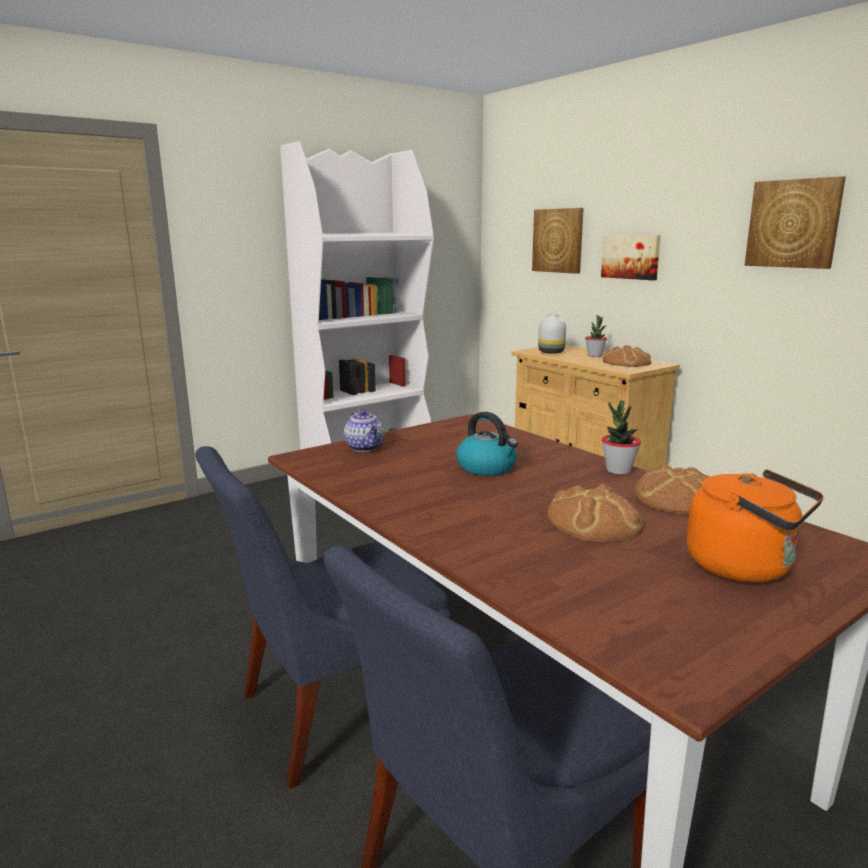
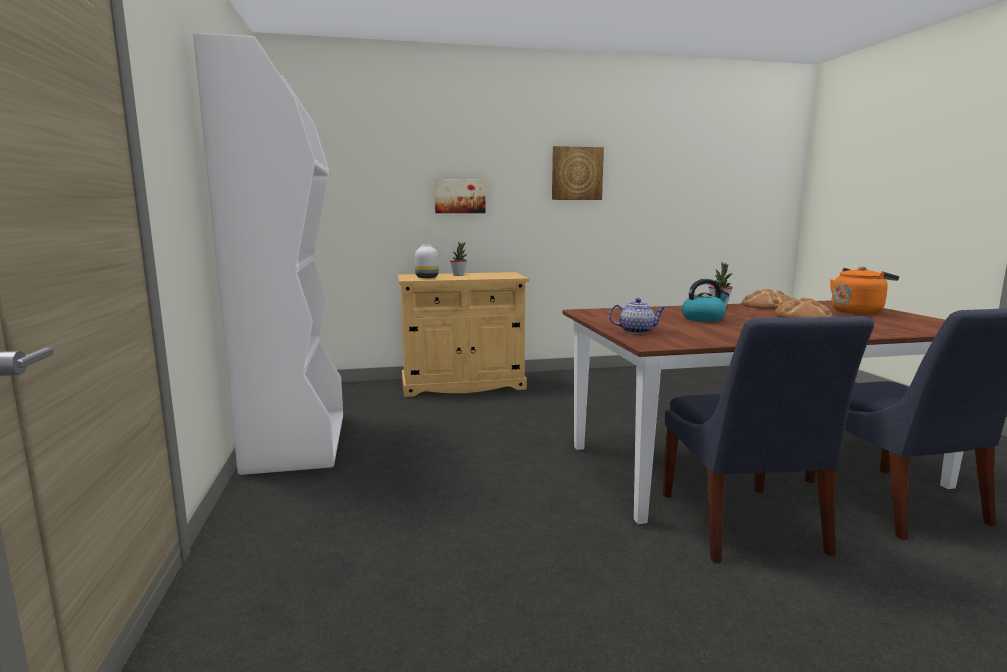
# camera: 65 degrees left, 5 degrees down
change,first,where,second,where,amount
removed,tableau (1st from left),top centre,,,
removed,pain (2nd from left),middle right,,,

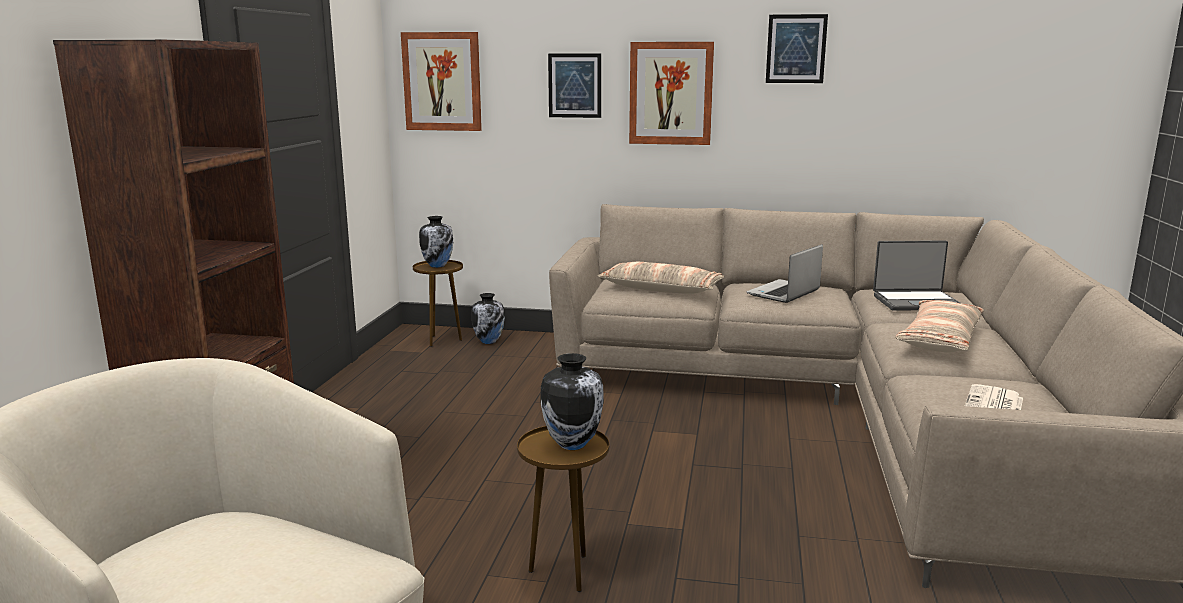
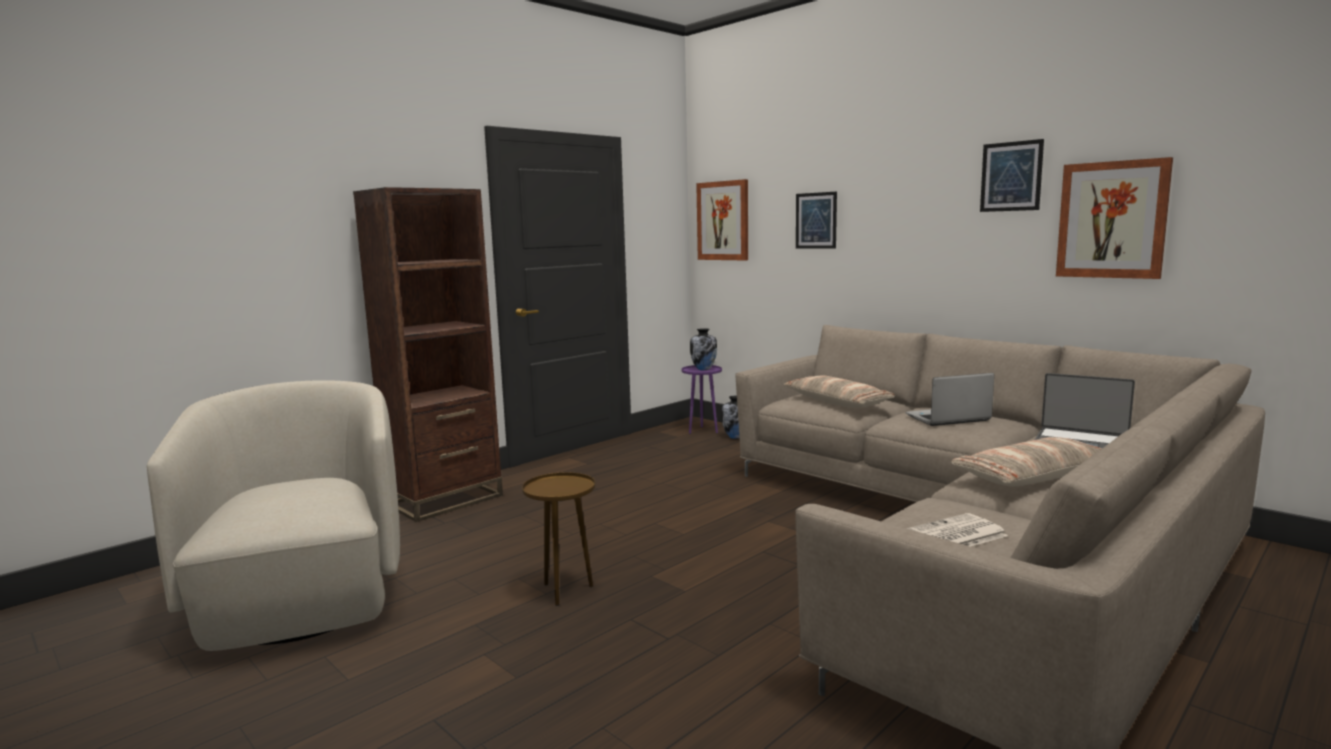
# camera: 35 degrees right, 5 degrees down
change,first,where,second,where,amount
removed,vase (3rd from left),centre,,,
moved,tableau (3rd from left in the first image),top centre,tableau (4th from left),top right,
recoloured,table d'appoint (marron) (1st from left),centre,table d'appoint (violet),centre,

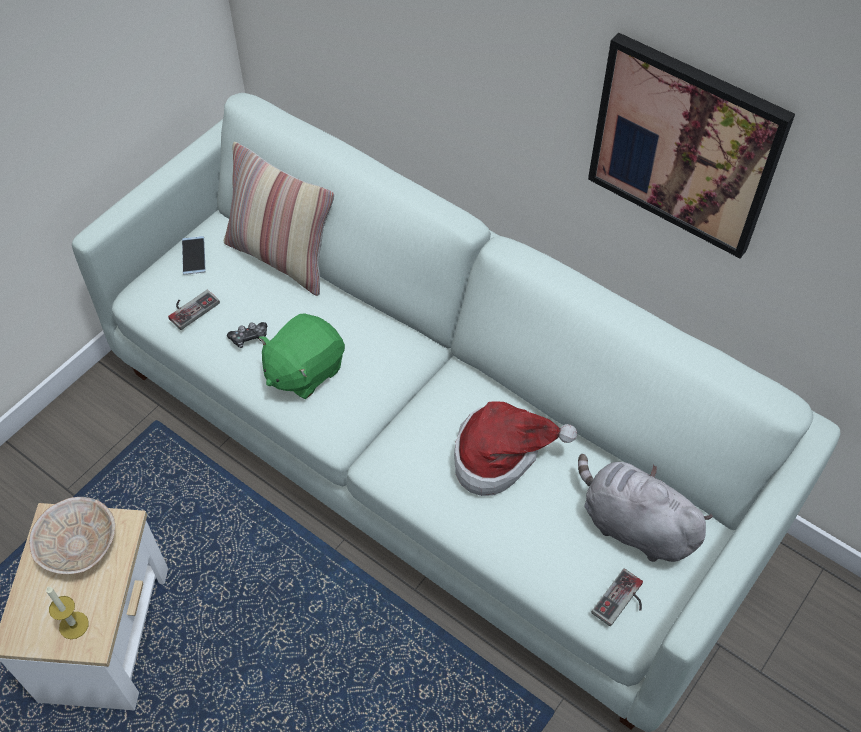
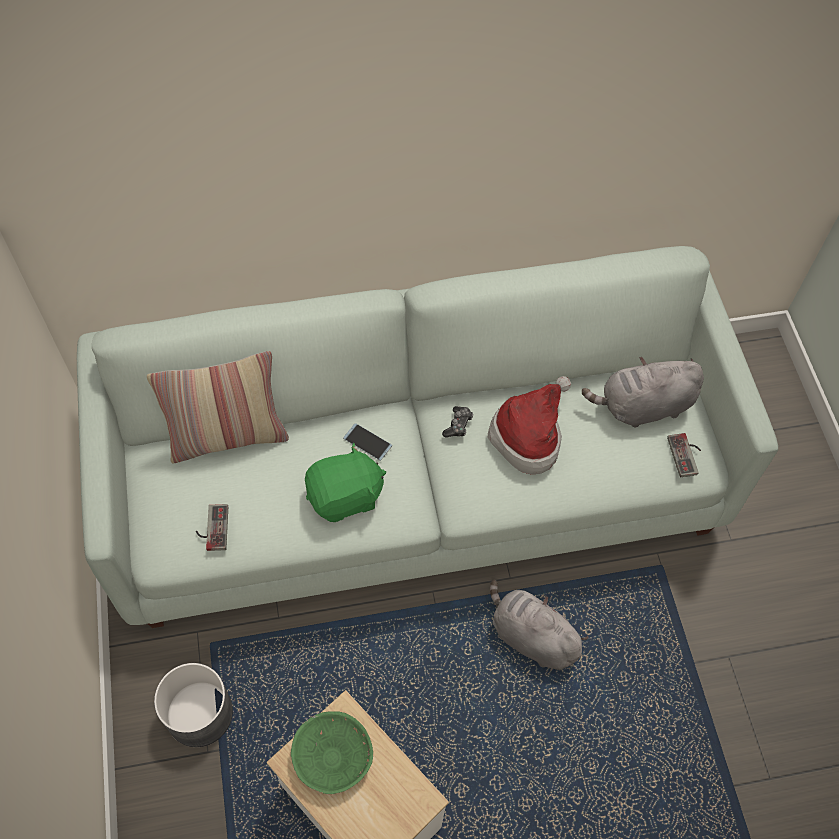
# camera: 50 degrees left, 5 degrees up
change,first,where,second,where,amount
removed,bougie,bottom left,,,
removed,tableau,top right,,,
added,,,cache-pot (gris),bottom left,
added,,,peluche (gris) (1st from left),bottom centre,
moved,téléphone,middle left,,centre,
moved,manette (2nd from left),middle left,,centre,
recoloured,bol (beige),bottom left,bol (vert),bottom centre,
turned,peluche (vert),centre,,centre,105 degrees counterclockwise

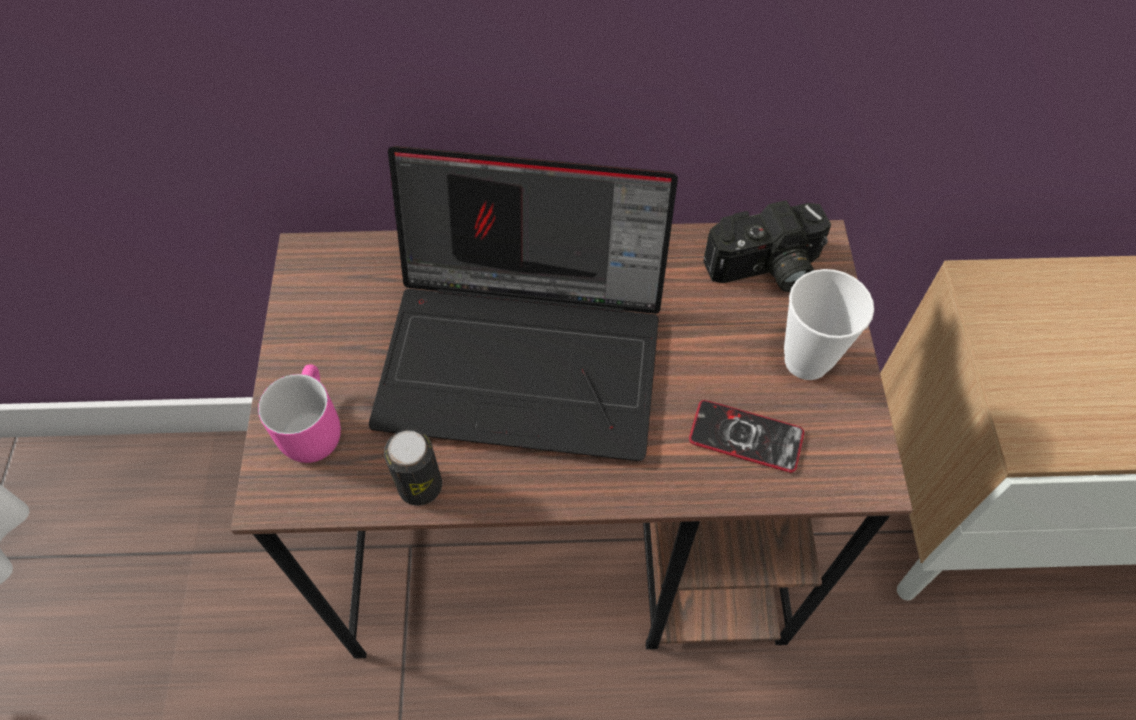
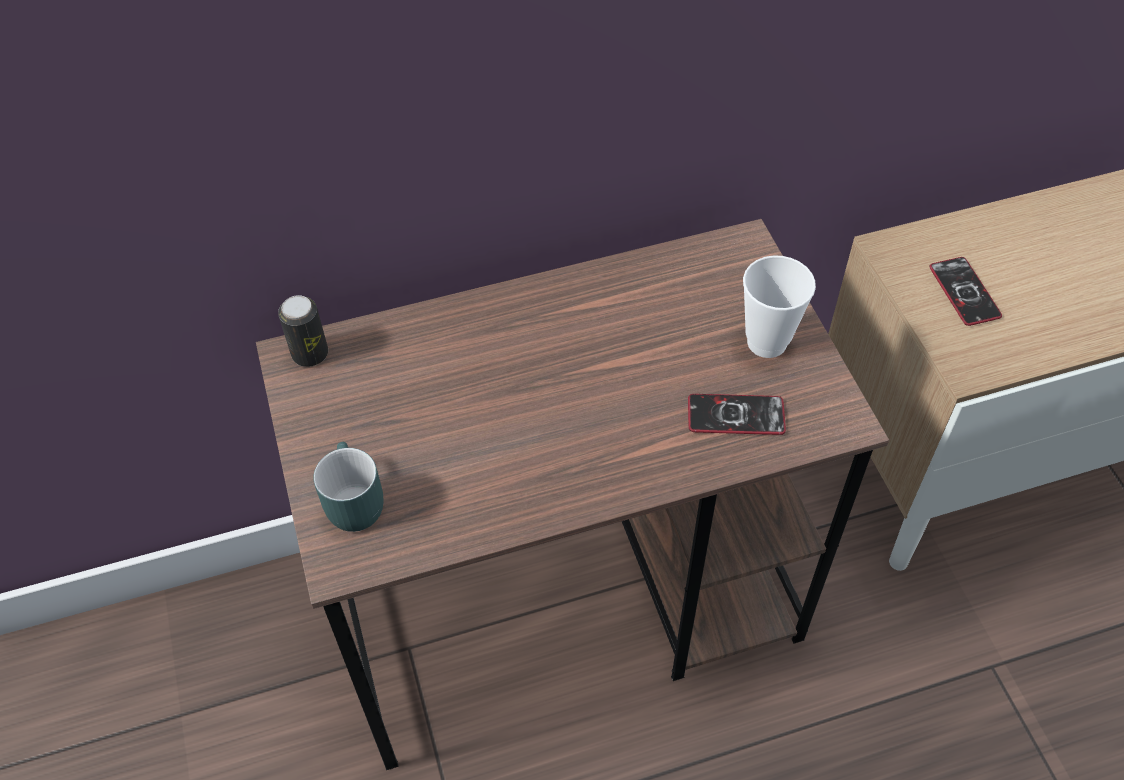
# camera: 15 degrees left, 5 degrees down
change,first,where,second,where,amount
removed,ordinateur portable,centre,,,
removed,appareil photo,middle right,,,
added,,,téléphone (2nd from left),middle right,
moved,boîte métallique,centre,,middle left,
recoloured,mug (rose),middle left,mug (turquoise),middle left,

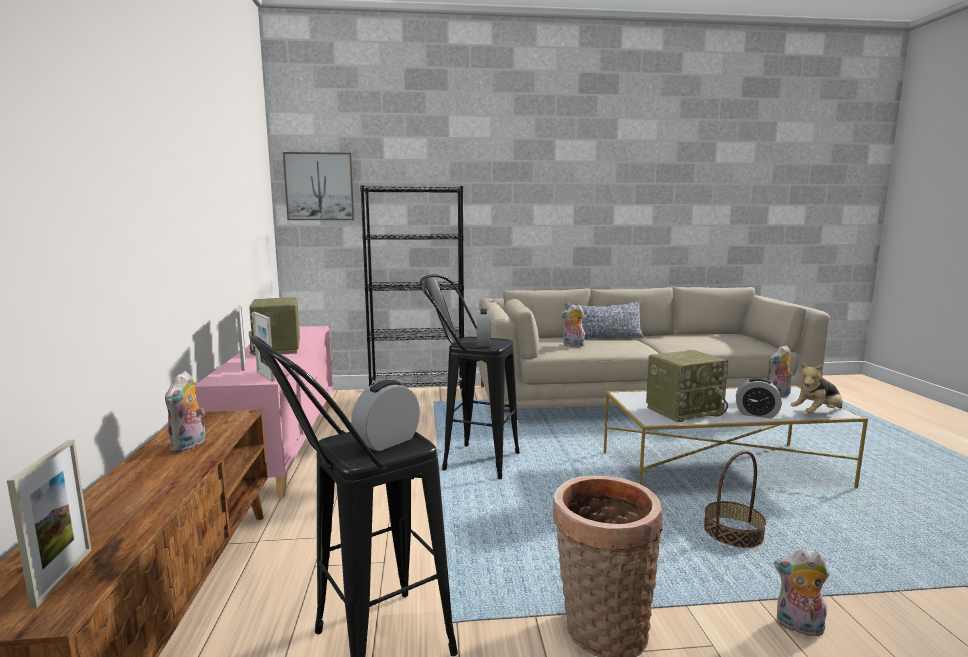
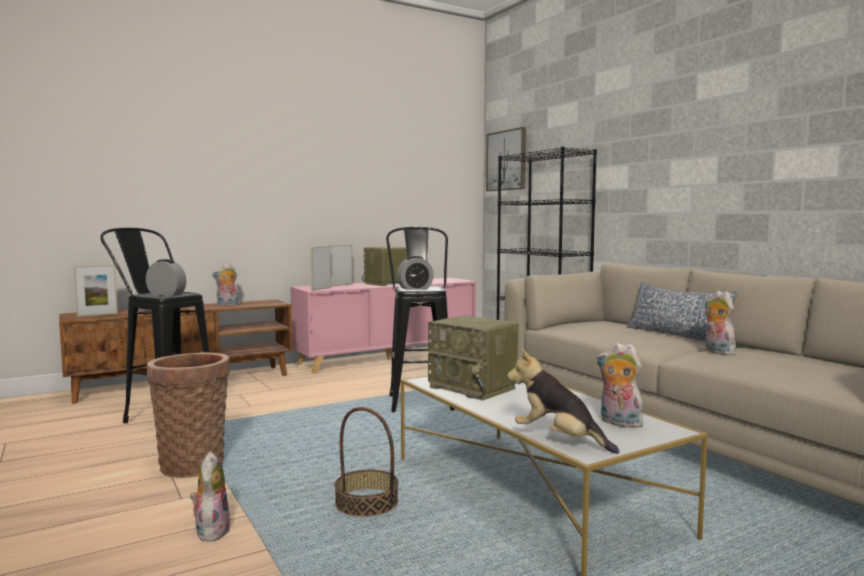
# camera: 65 degrees right, 5 degrees down
change,first,where,second,where,amount
removed,réveil (3rd from left),middle right,,,
moved,peluche (2nd from left in the first image),centre,peluche (5th from left),middle right,

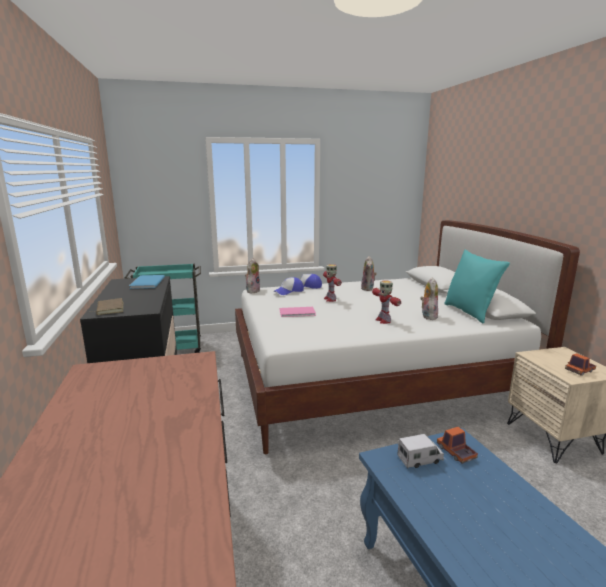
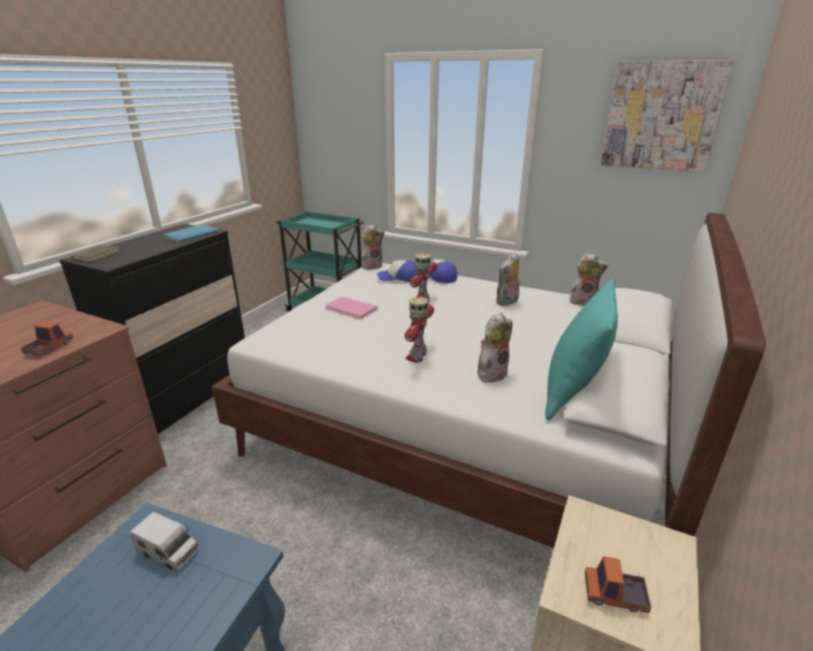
# camera: 40 degrees right, 10 degrees up
change,first,where,second,where,amount
added,,,peluche (4th from left),middle right,
added,,,tableau,top right,
moved,camion jouet (2nd from left in the first image),bottom right,camion jouet (1st from left),middle left,

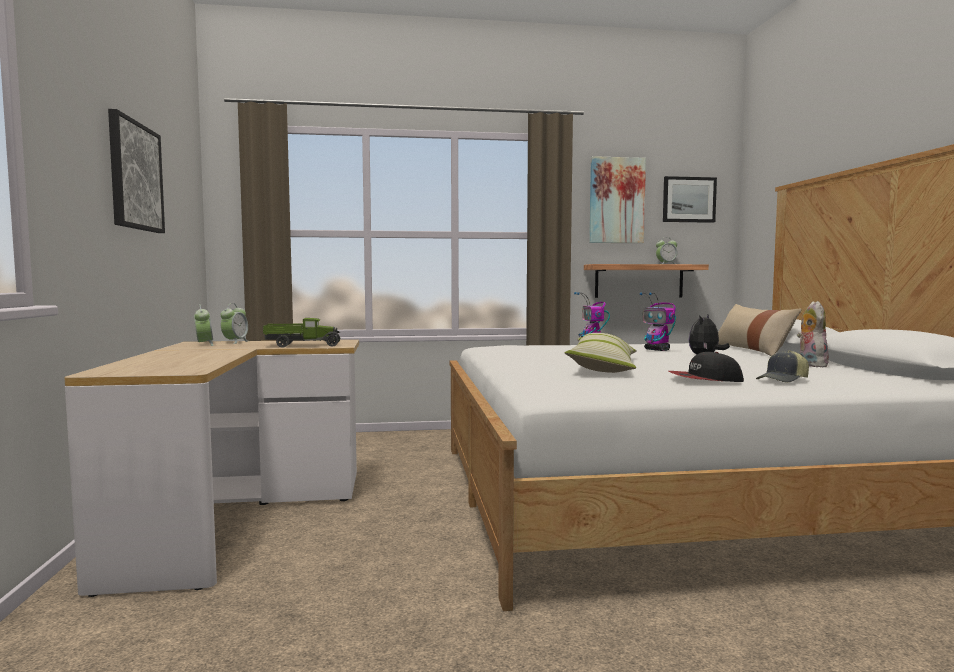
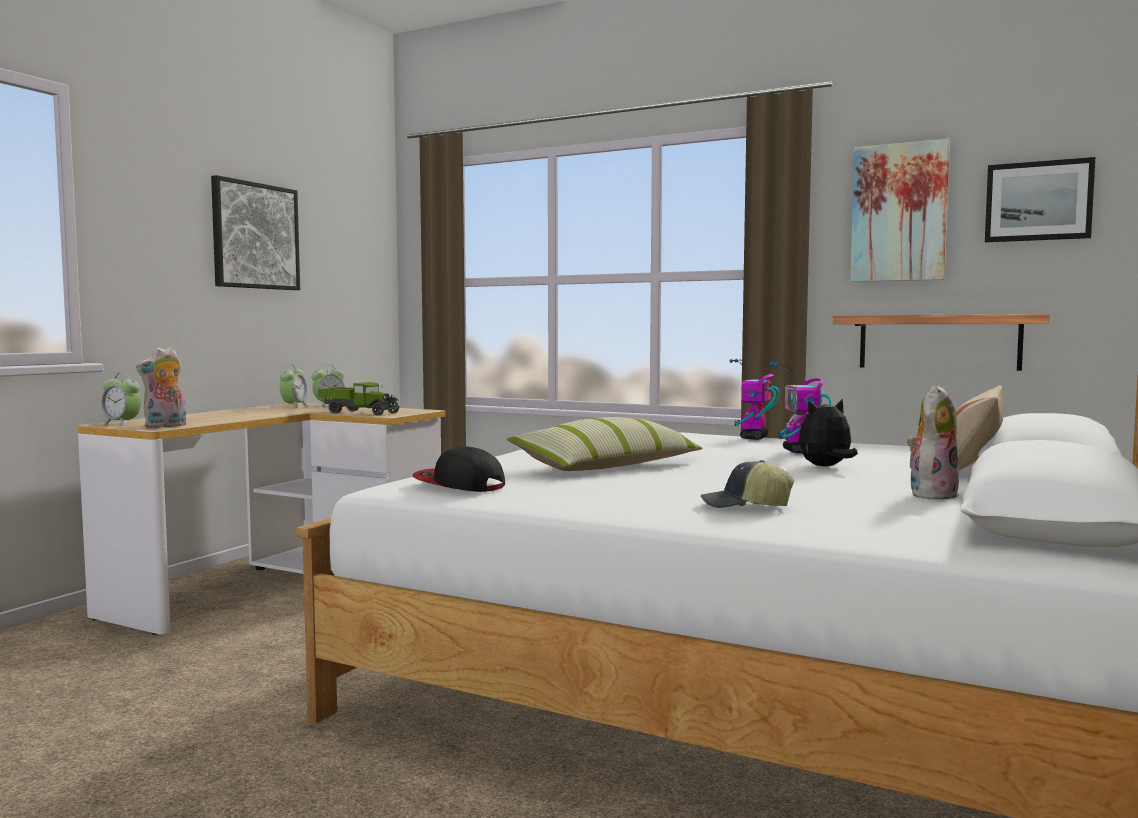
# camera: 35 degrees right, 0 degrees up
change,first,where,second,where,amount
added,,,peluche (1st from left),middle left,
moved,réveil (3rd from left in the first image),middle right,réveil (1st from left),middle left,
moved,casquette (1st from left),middle right,,centre,

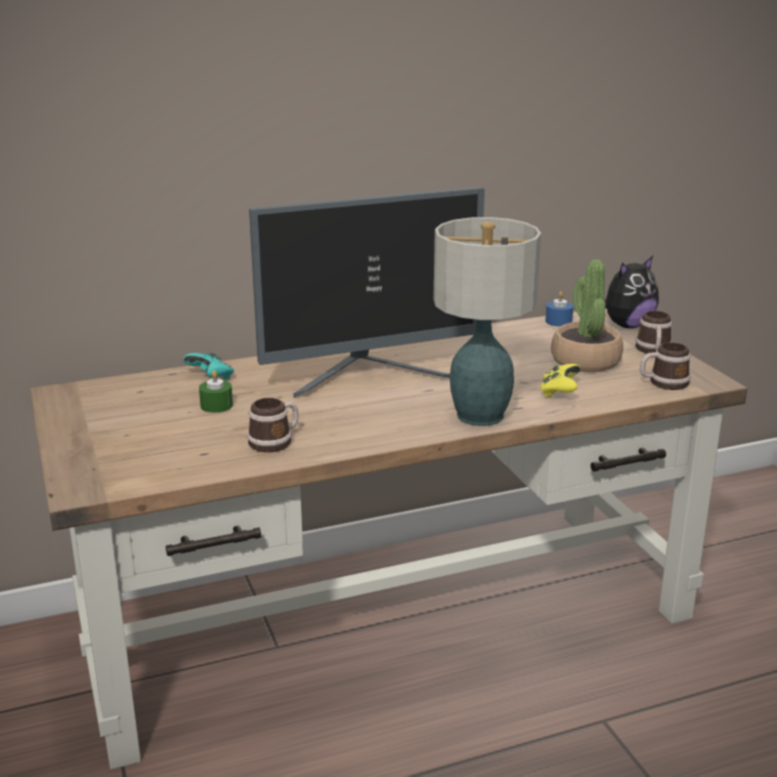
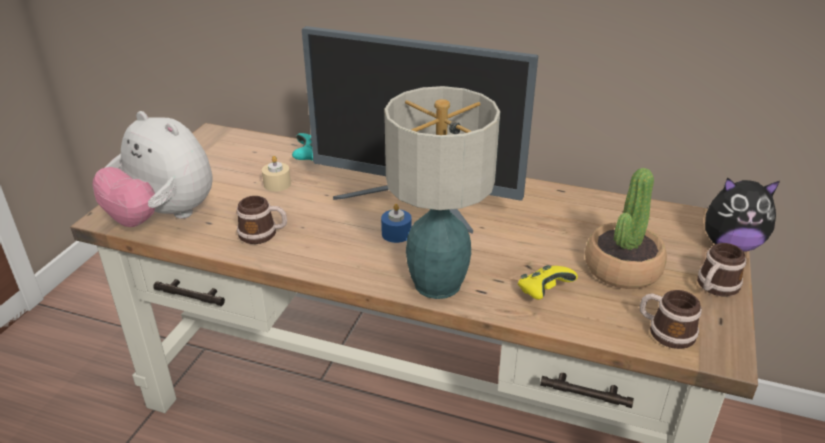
# camera: 40 degrees right, 10 degrees up
change,first,where,second,where,amount
added,,,peluche (1st from left),middle left,
moved,bougie (bleu),middle right,,centre,
recoloured,bougie (vert),middle left,bougie (beige),centre,

